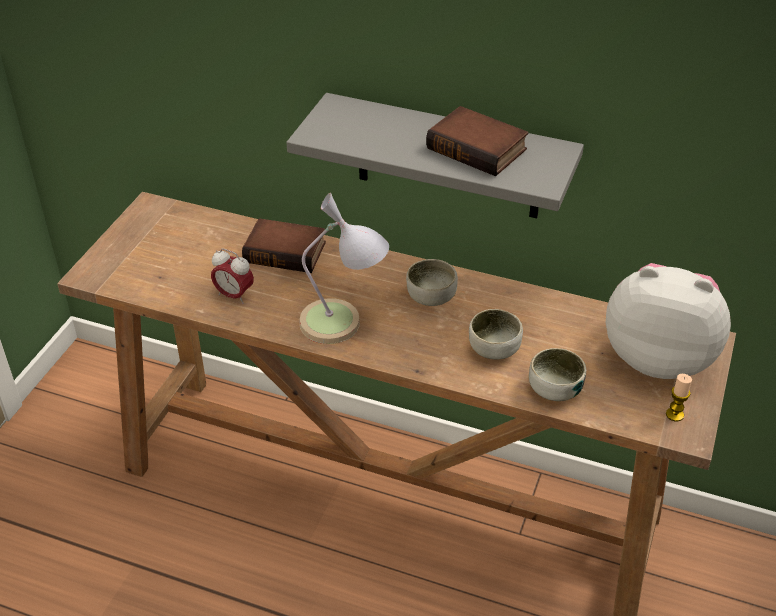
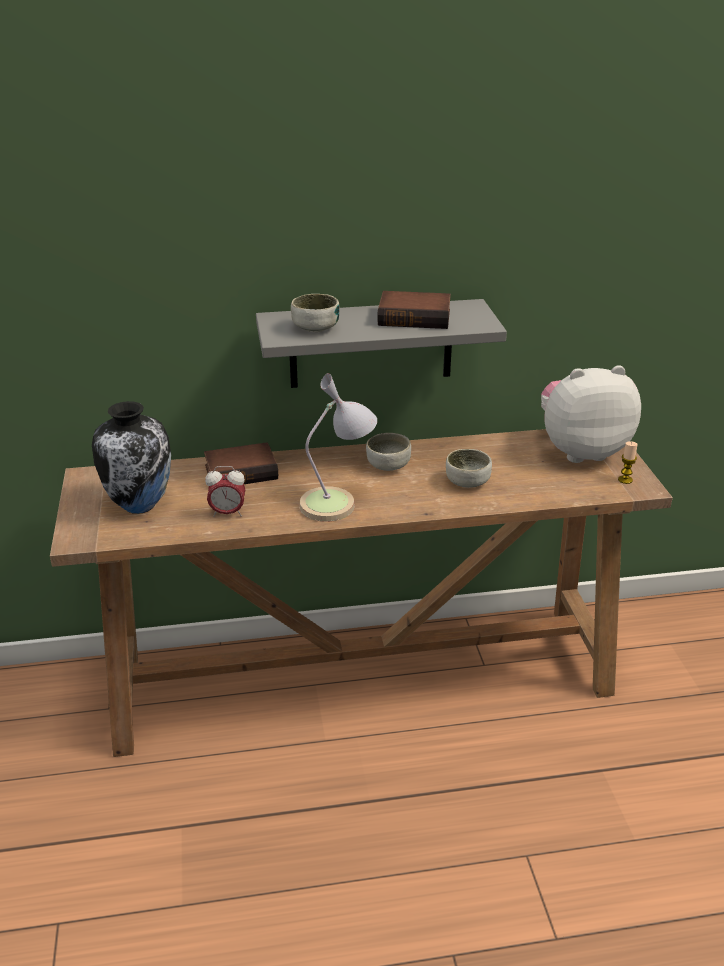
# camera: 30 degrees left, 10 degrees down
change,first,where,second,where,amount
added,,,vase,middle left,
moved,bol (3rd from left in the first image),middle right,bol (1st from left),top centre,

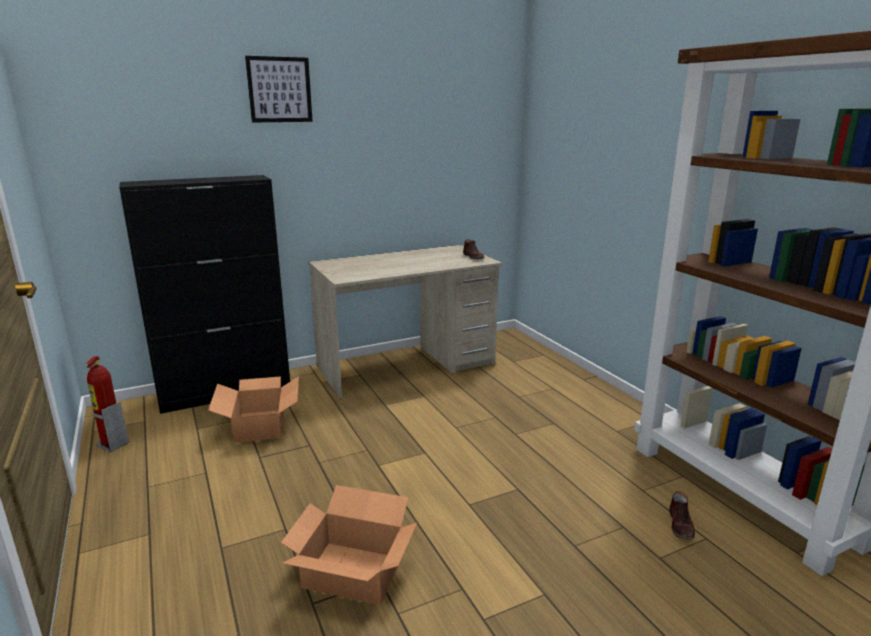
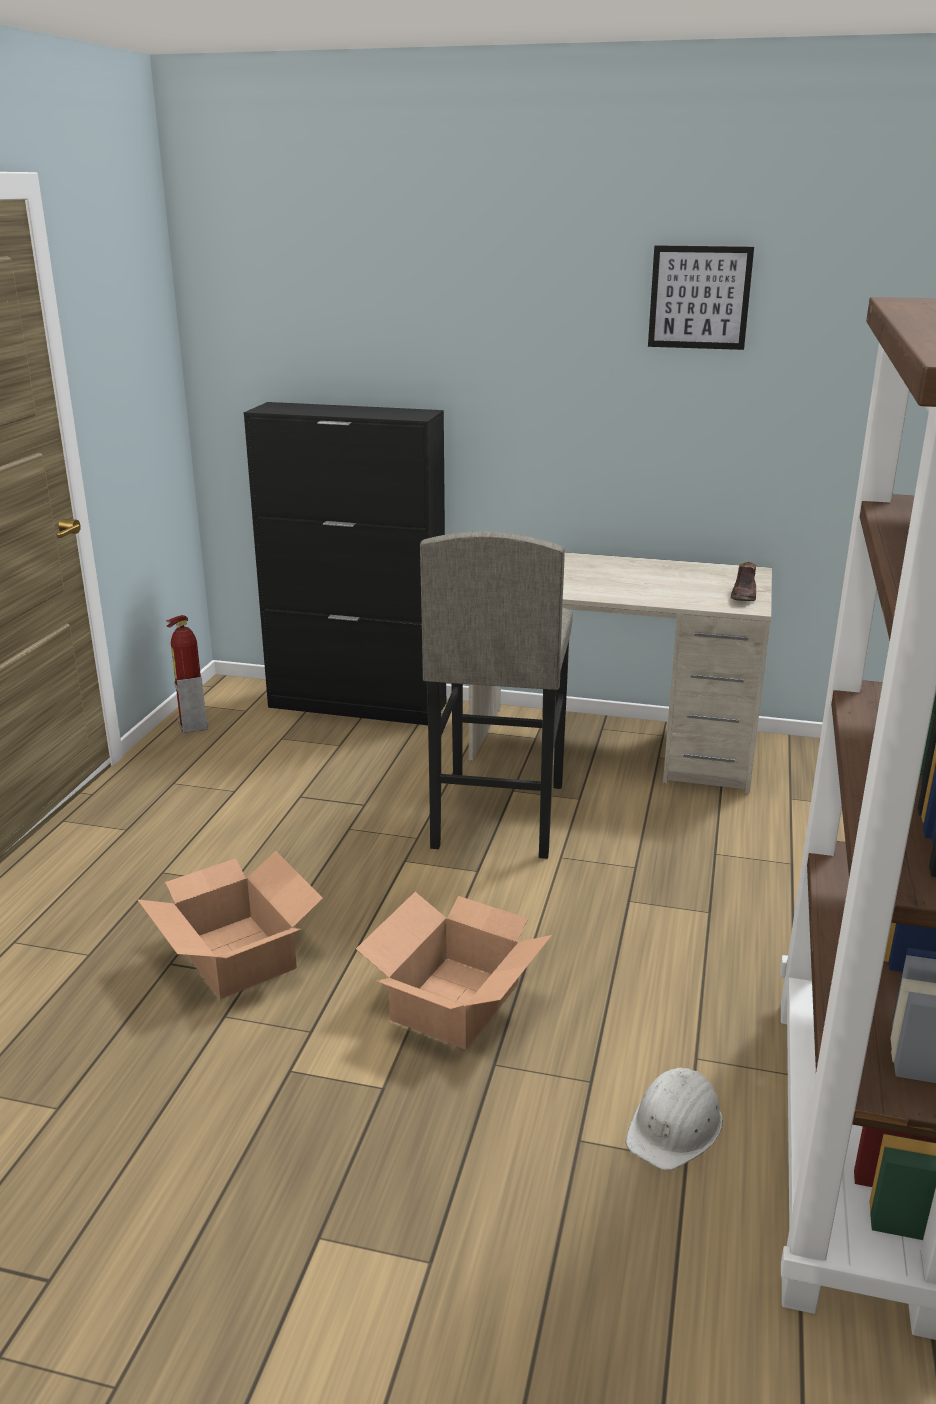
# camera: 40 degrees right, 5 degrees up
change,first,where,second,where,amount
added,,,tabouret (gris),centre,
moved,carton (1st from left in the first image),middle left,carton (2nd from left),bottom centre,
moved,tableau,top left,,top right,
replaced,chaussure (marron) (2nd from left),bottom right,casque de chantier (blanc),bottom right,

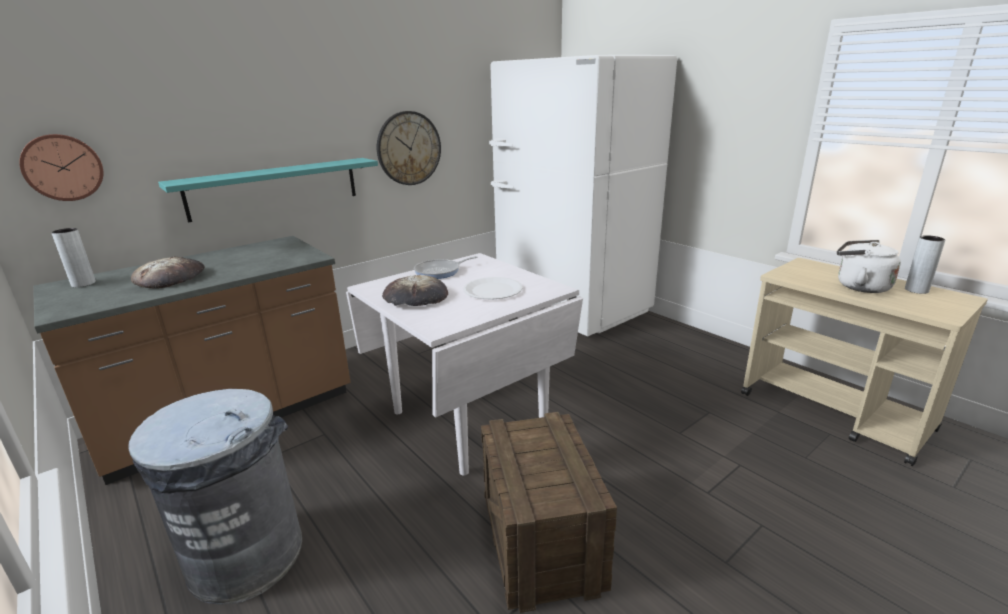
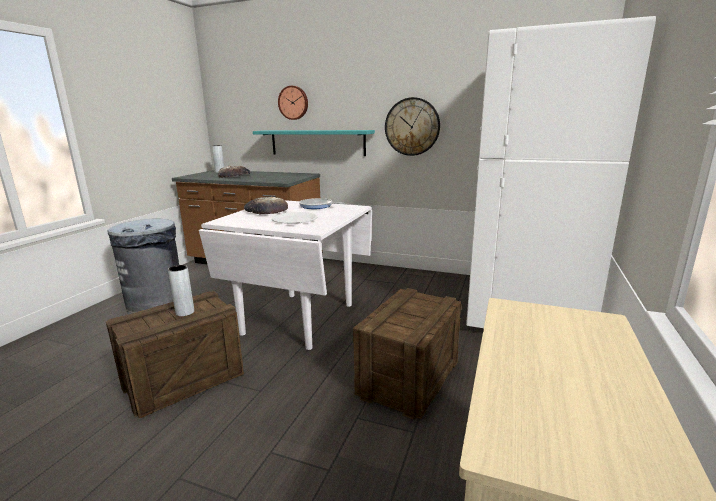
# camera: 60 degrees right, 5 degrees down
change,first,where,second,where,amount
removed,bouilloire (blanc),middle right,,,
added,,,caisse (2nd from left),bottom centre,
moved,horloge murale (1st from left),top left,,top centre,
moved,vase (gris) (2nd from left in the first image),middle right,vase (gris) (1st from left),middle left,

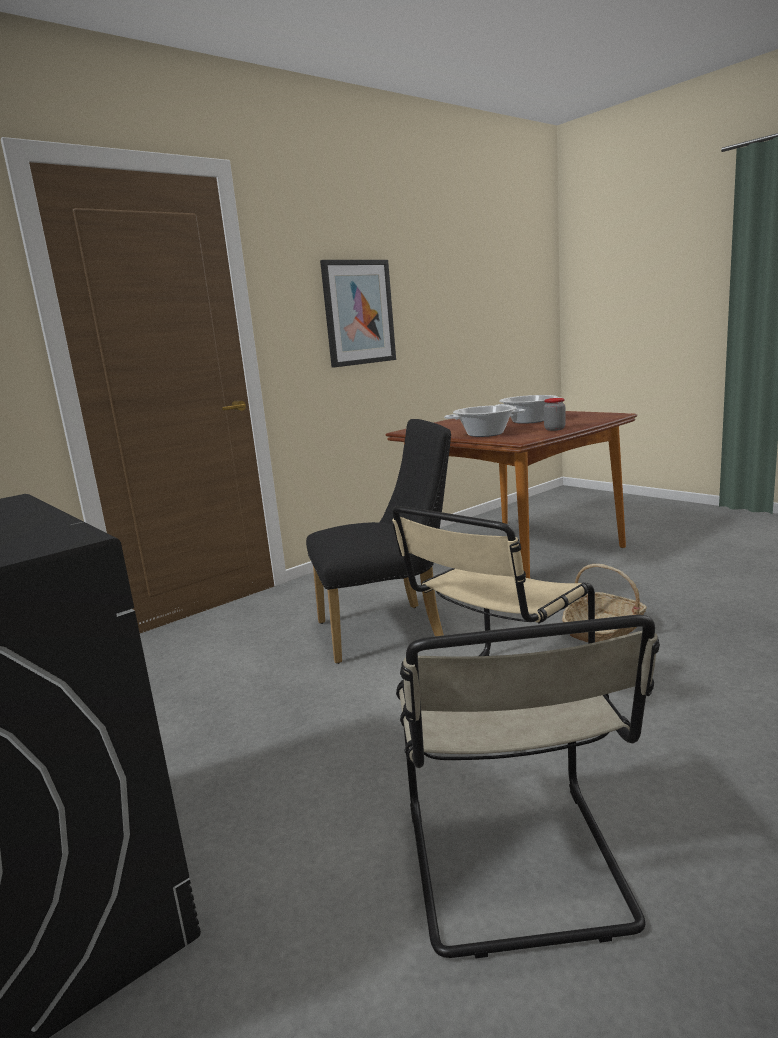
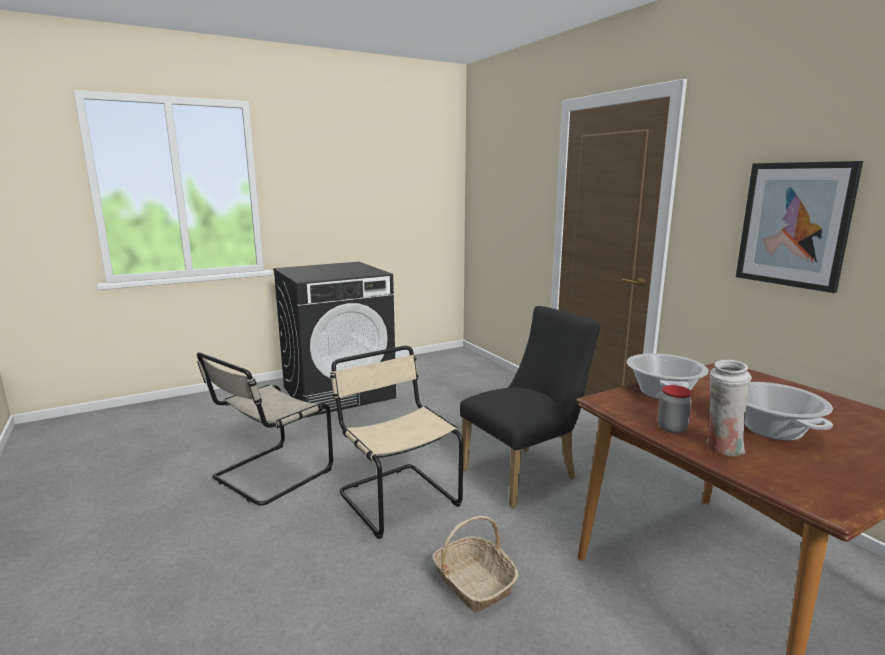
# camera: 100 degrees right, 0 degrees up
change,first,where,second,where,amount
added,,,vase (blanc),middle right,
turned,chaise (noir),centre,,centre,120 degrees counterclockwise
turned,chaise (beige) (2nd from left in the first image),bottom right,chaise (beige) (1st from left),middle left,60 degrees counterclockwise

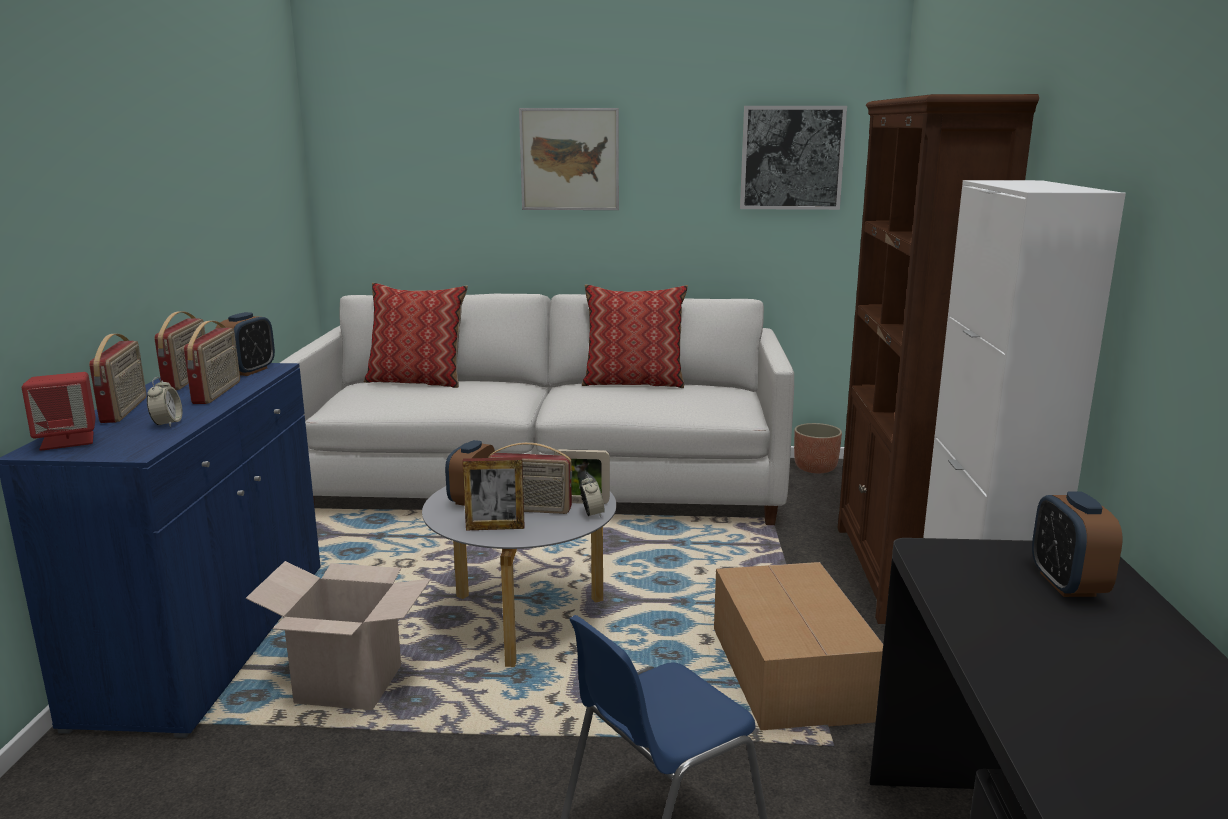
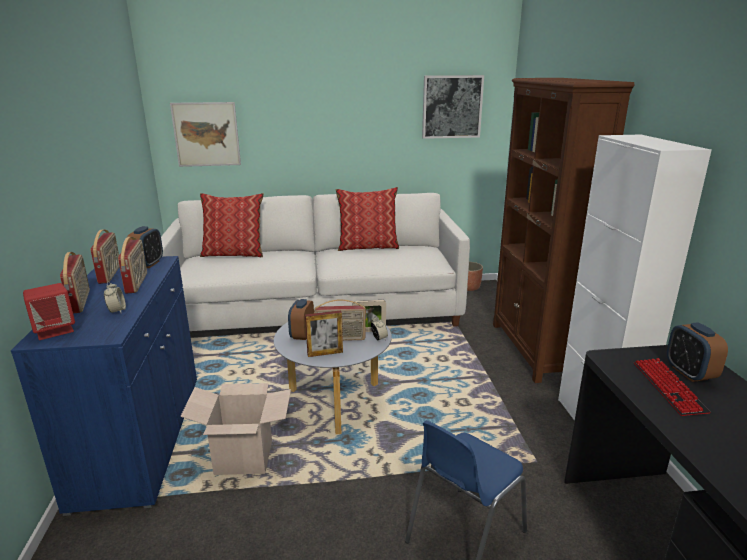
# camera: 10 degrees left, 5 degrees up
change,first,where,second,where,amount
removed,carton (2nd from left),bottom centre,,,
added,,,clavier,bottom right,
moved,tableau (1st from left),top centre,,top left,

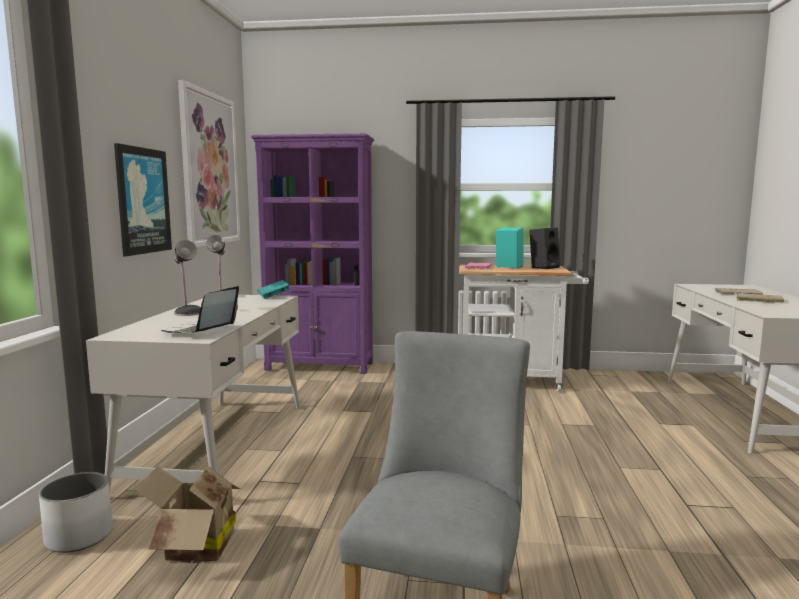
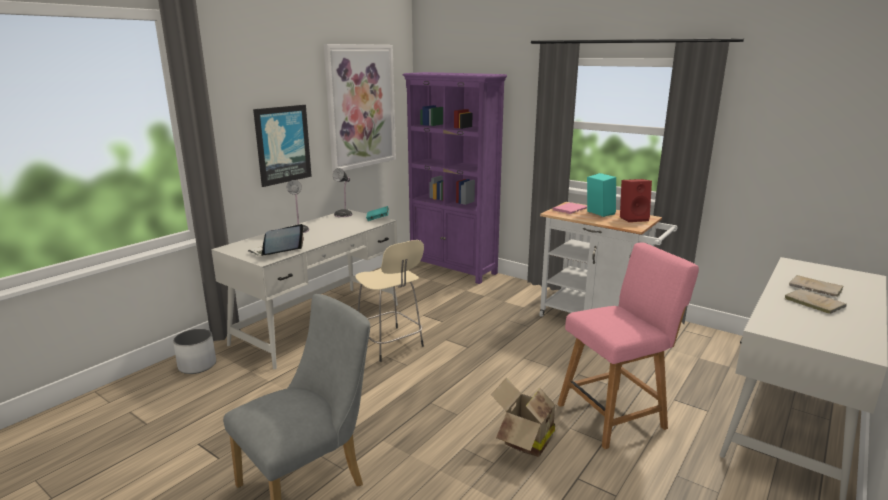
# camera: 30 degrees right, 10 degrees up
change,first,where,second,where,amount
added,,,tabouret (beige),centre,
added,,,chaise (rose),bottom right,
moved,carton,bottom left,,bottom centre,
recoloured,enceinte (noir),middle right,enceinte (rouge),middle right,

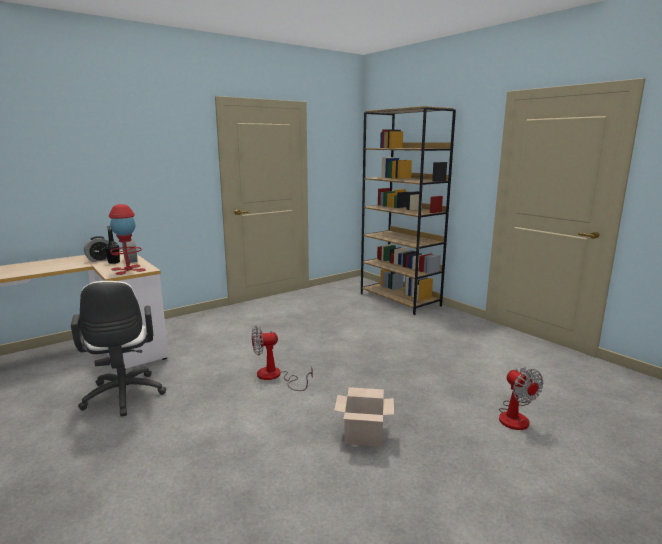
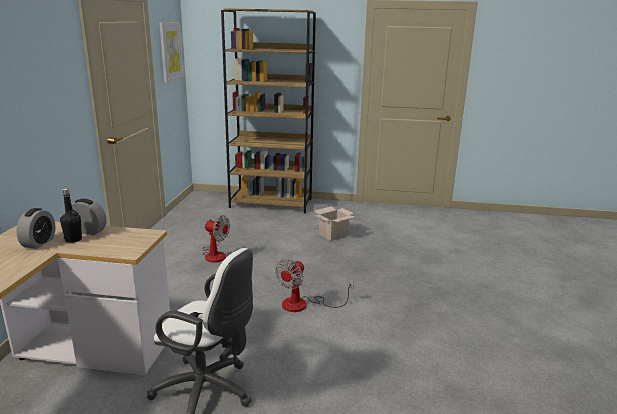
# camera: 45 degrees left, 5 degrees up
change,first,where,second,where,amount
removed,lampe de table (rouge),middle left,,,
added,,,tableau,top left,
moved,carton,bottom centre,,centre,
moved,ventilateur (2nd from left in the first image),bottom right,ventilateur (1st from left),centre,

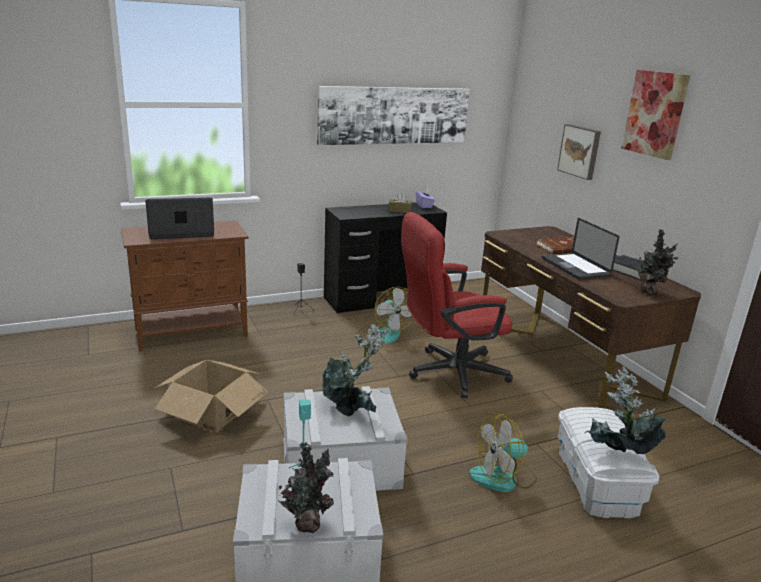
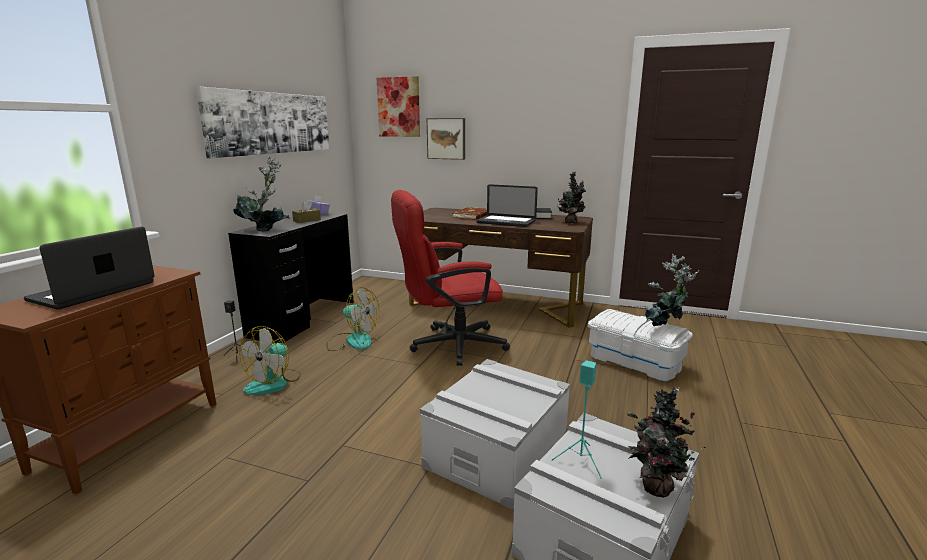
# camera: 45 degrees left, 5 degrees down
change,first,where,second,where,amount
removed,carton,bottom left,,,
moved,plante en pot (2nd from left in the first image),centre,plante en pot (1st from left),middle left,
moved,ventilateur (2nd from left in the first image),bottom centre,ventilateur (1st from left),middle left,
moved,tableau (3rd from left in the first image),top right,tableau (2nd from left),top centre,
turned,chaise de bureau (rouge),centre,,centre,45 degrees clockwise

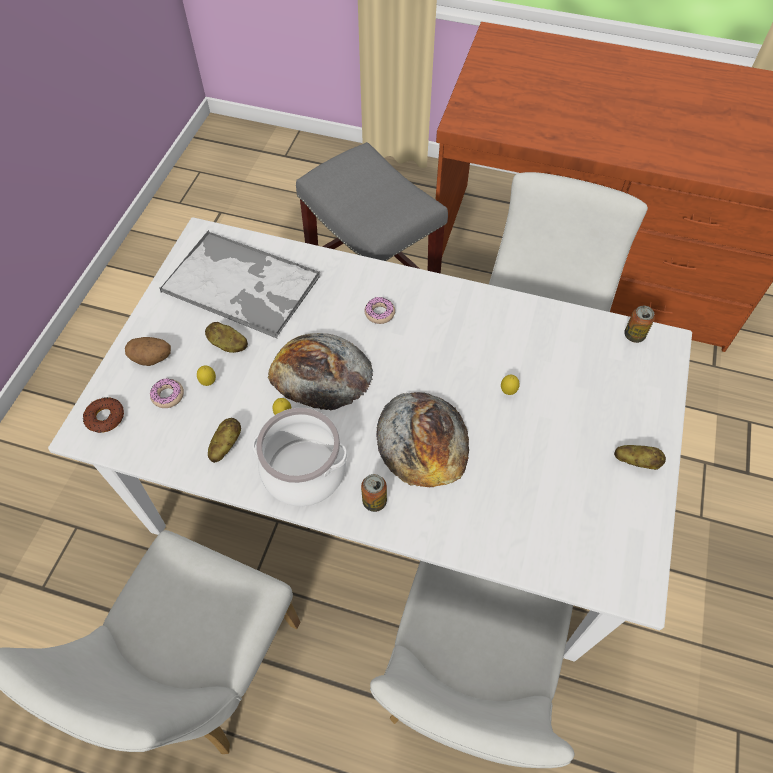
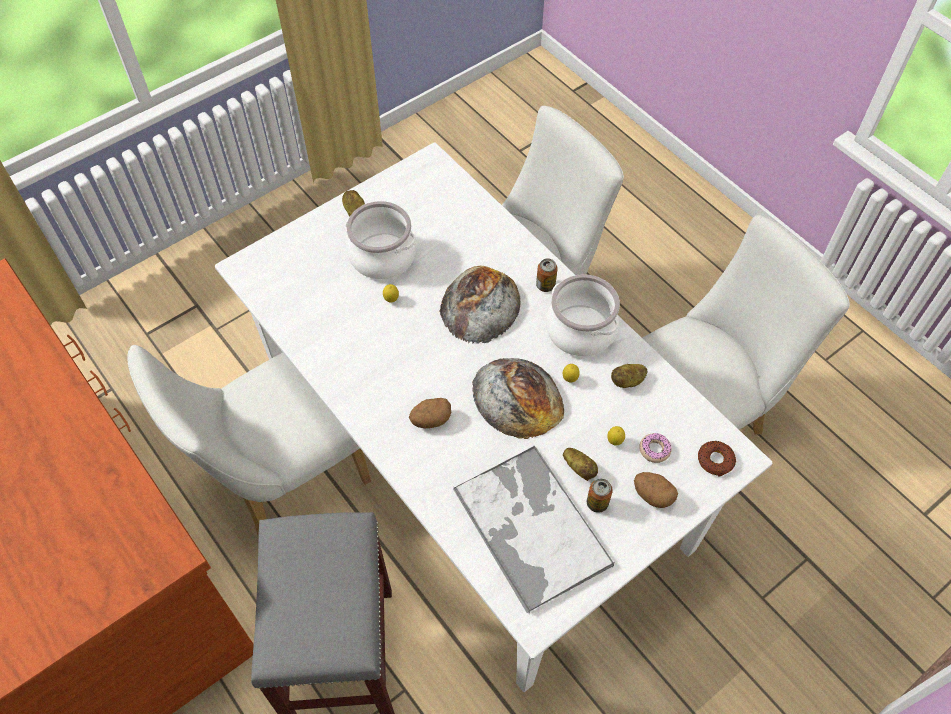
# camera: 145 degrees left, 0 degrees up
change,first,where,second,where,amount
added,,,marmite (1st from left),centre,
moved,boîte métallique (2nd from left),middle right,,bottom centre,
replaced,beignet (3rd from left),centre,pomme de terre (2nd from left),centre,

